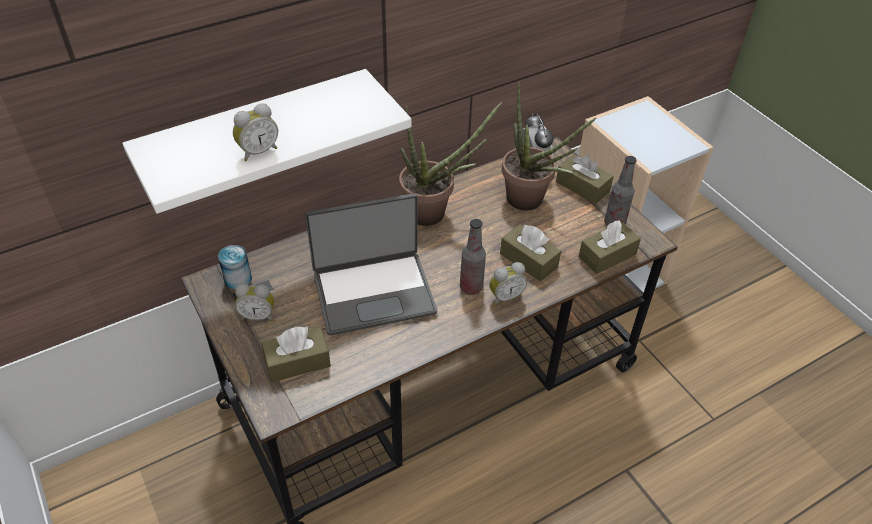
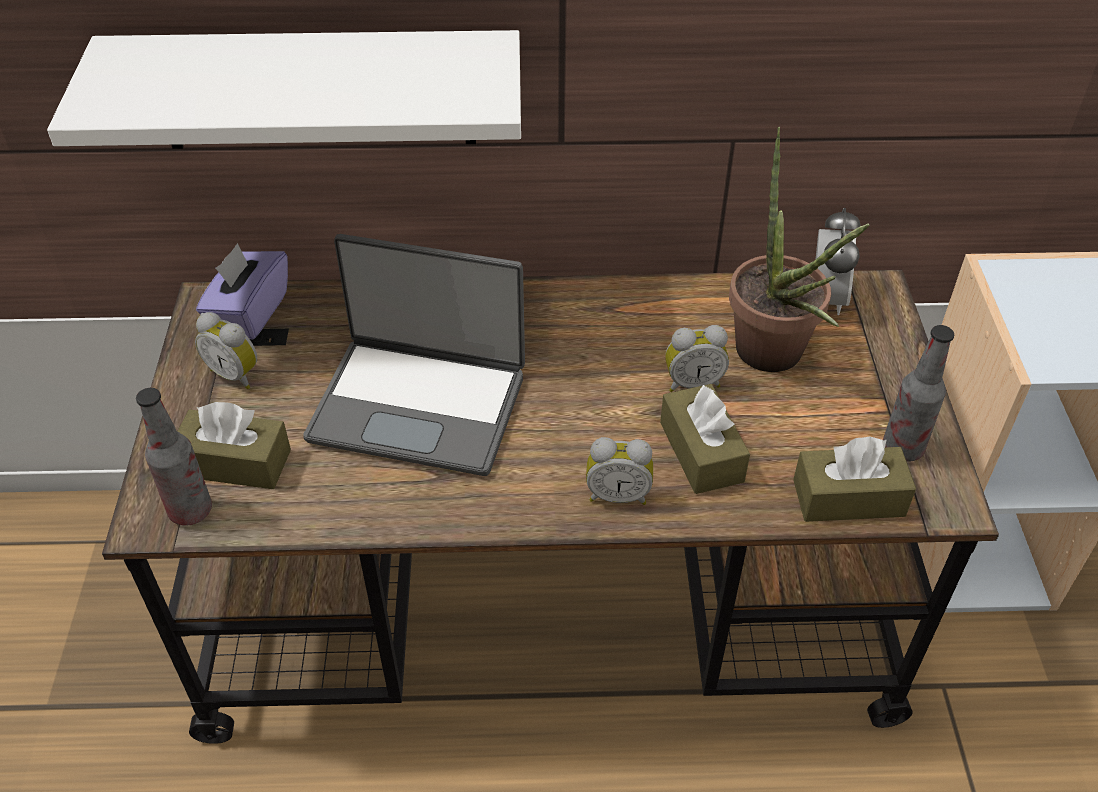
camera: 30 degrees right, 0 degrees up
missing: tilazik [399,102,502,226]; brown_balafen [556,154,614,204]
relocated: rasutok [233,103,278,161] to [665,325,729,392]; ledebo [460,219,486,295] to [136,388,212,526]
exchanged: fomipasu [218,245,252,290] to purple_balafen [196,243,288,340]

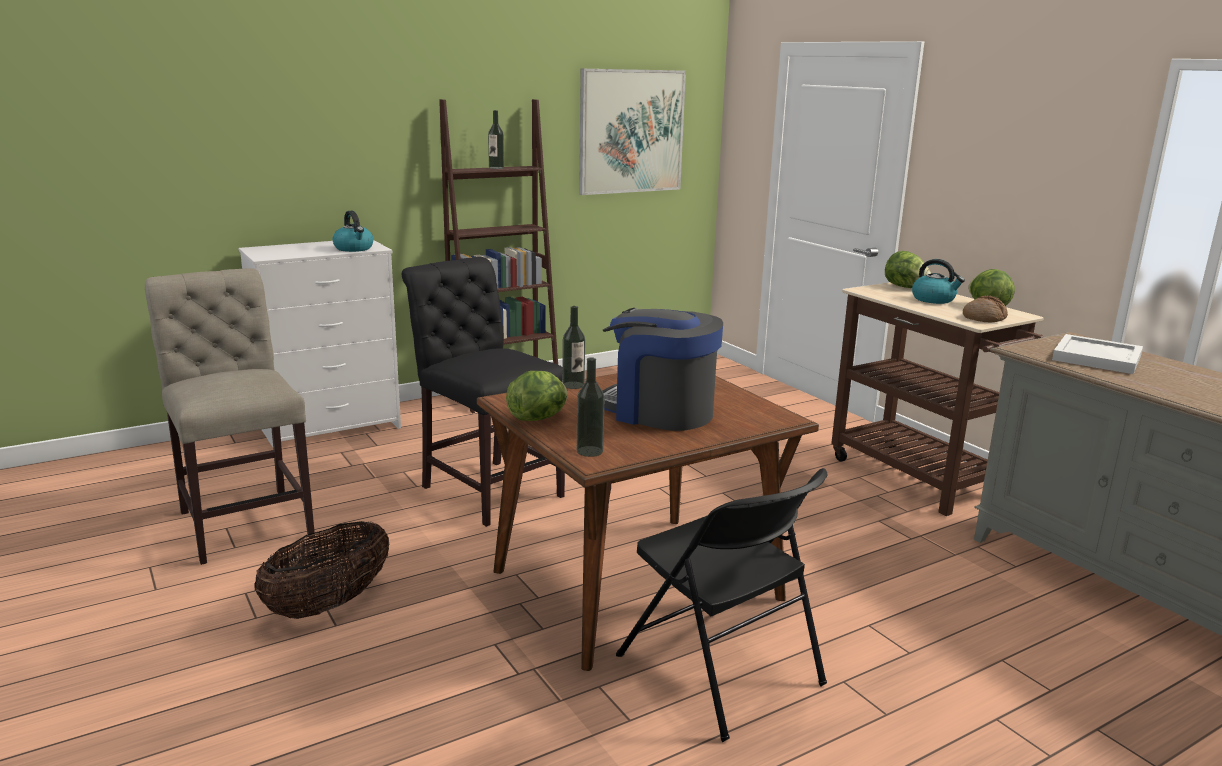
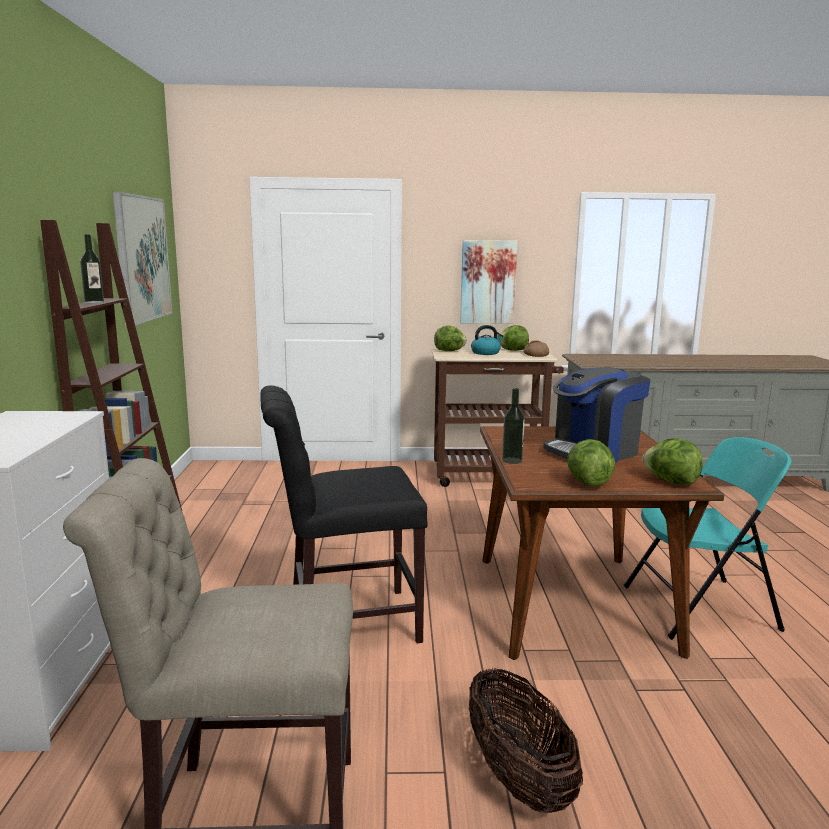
camera: 60 degrees left, 5 degrees down
missing: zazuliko [333,211,374,252]; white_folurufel [1052,334,1143,374]
appeared: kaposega [460,240,517,324]
exchanged: ledebo [577,357,604,457] to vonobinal [642,438,703,484]
colour: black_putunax [616,468,827,742] to turquoise_putunax [624,437,791,640]

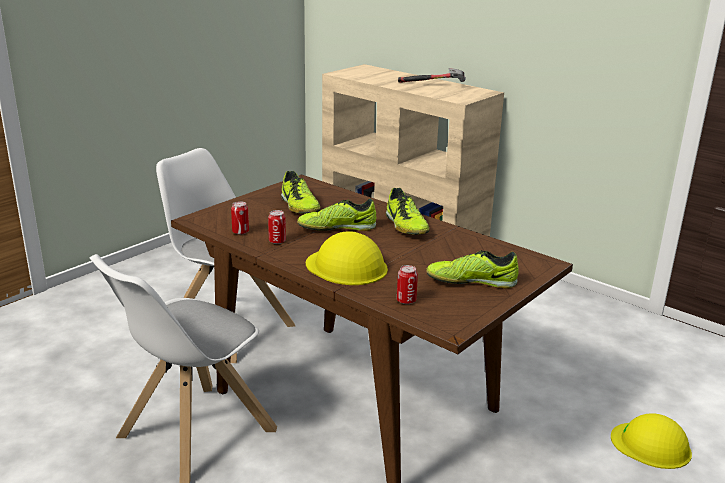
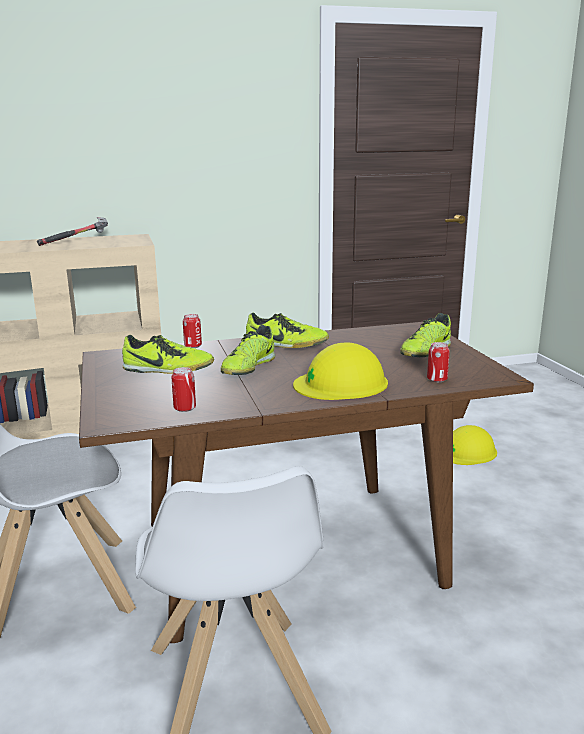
camera: 55 degrees left, 5 degrees down
relocated: fomipasu [268,210,286,244] to [183,314,202,348]

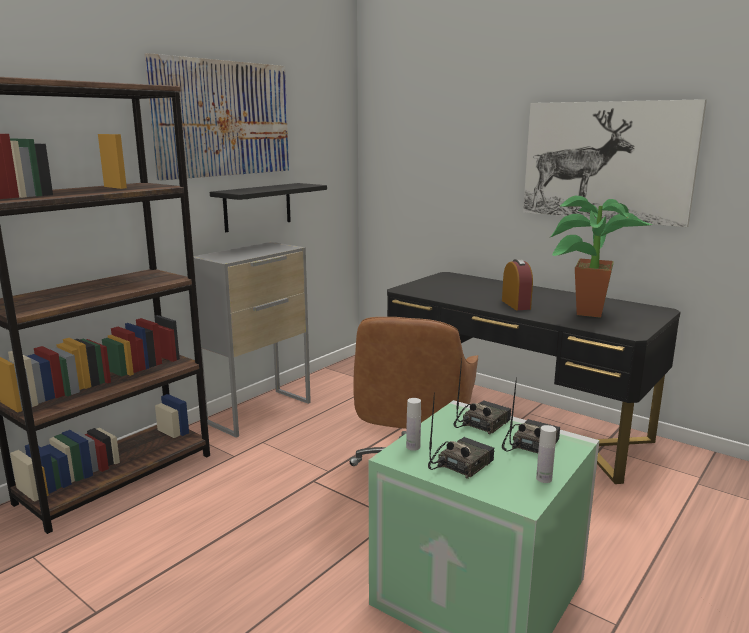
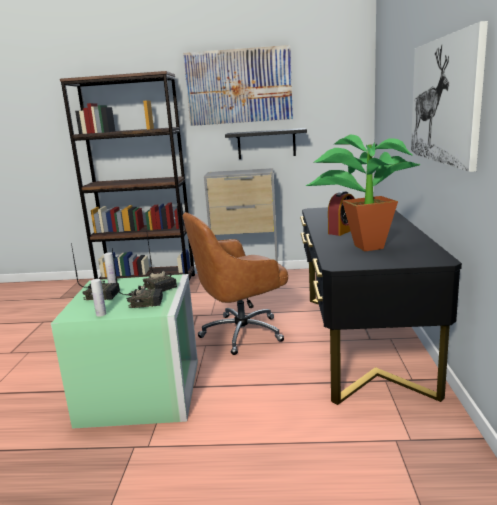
camera: 55 degrees right, 0 degrees up
spun: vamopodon [453,358,511,434] = [143,235,177,292] 45 degrees clockwise

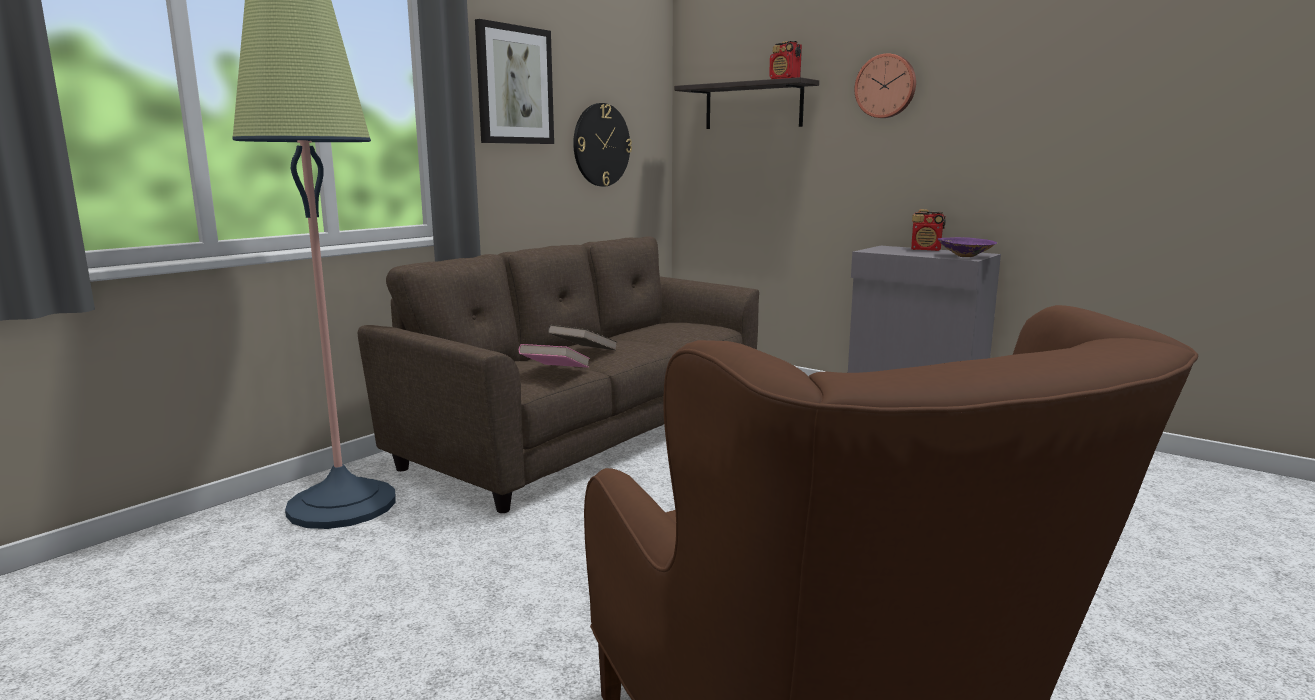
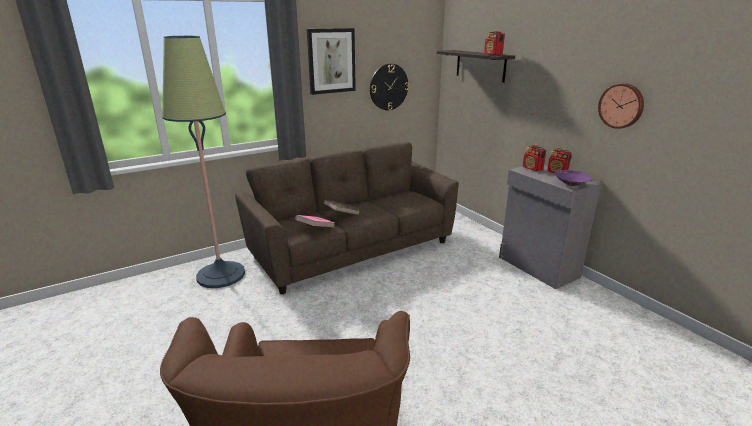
camera: 20 degrees right, 10 degrees up
appeared: vamopodon [523,144,546,171]
relocated: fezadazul [855,53,916,118] to [598,83,644,129]

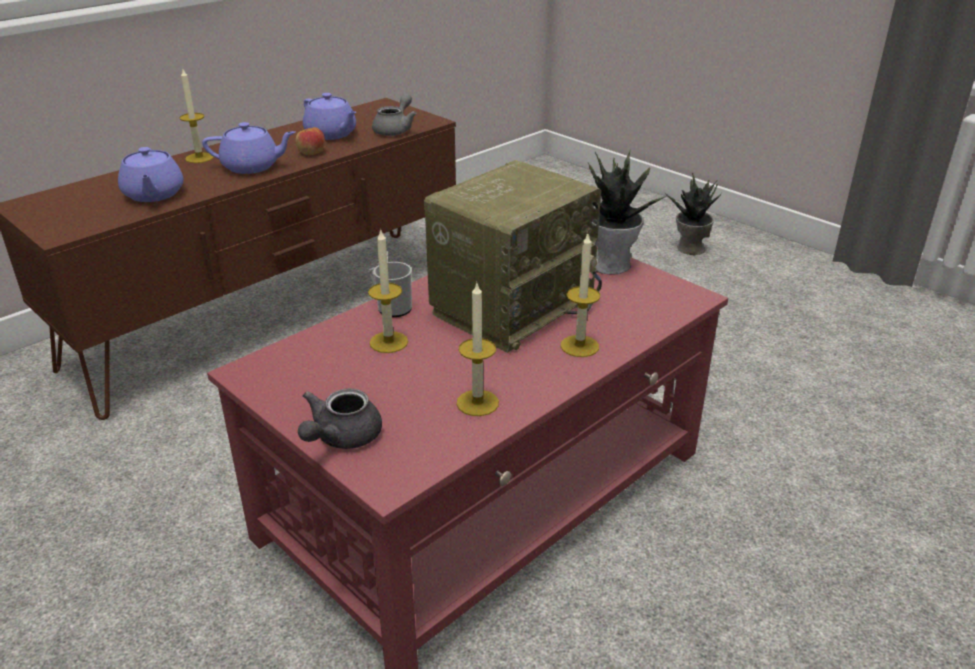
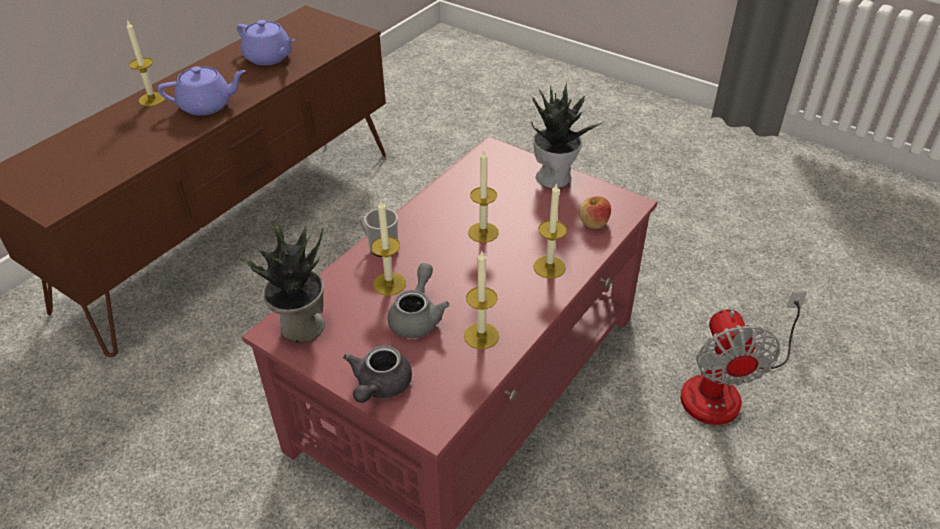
camera: 10 degrees left, 10 degrees up
missing: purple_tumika [118,147,184,202]
appeared: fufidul [680,292,807,425]
relocated: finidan [296,127,325,155] to [579,196,611,229]; grey_tumika [372,93,416,136] to [387,263,450,338]; tilazik [665,173,722,255] to [234,221,325,343]
exchanged: vamopodon [424,160,602,353] to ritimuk [468,150,499,243]

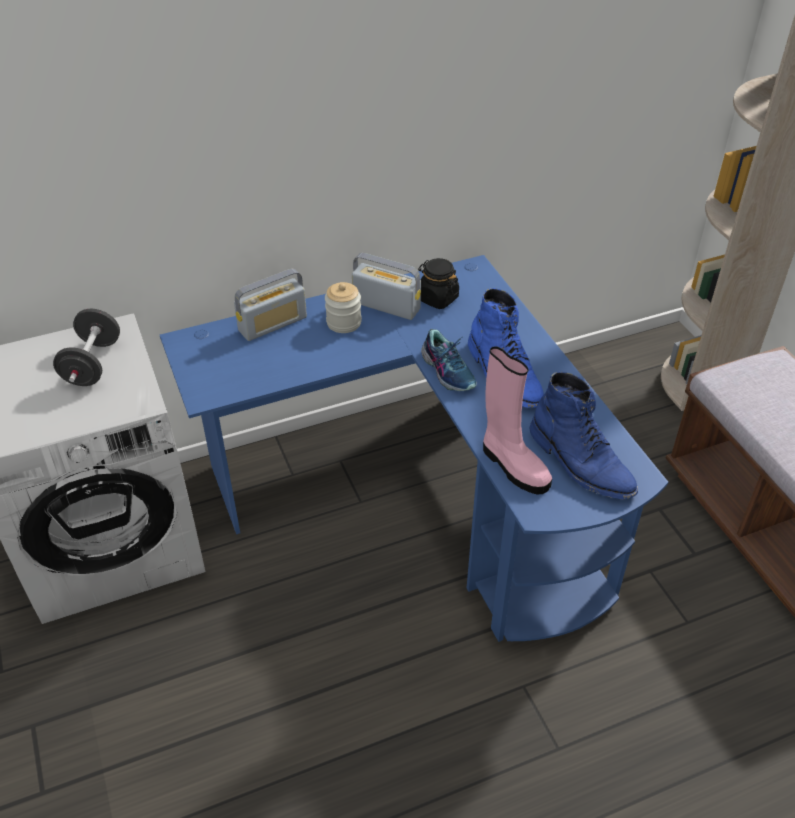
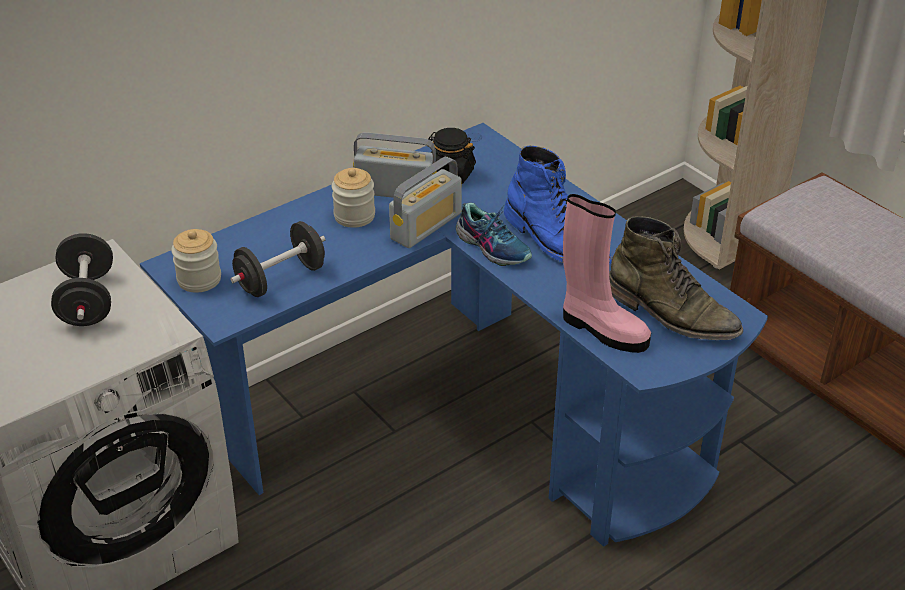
camera: 15 degrees left, 5 degrees down
appeared: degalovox [171,229,221,293]; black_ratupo [230,221,326,297]
relocated: vamopodon [234,269,307,341] to [389,157,462,248]
colour: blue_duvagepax [530,372,638,500] to green_duvagepax [609,216,743,340]

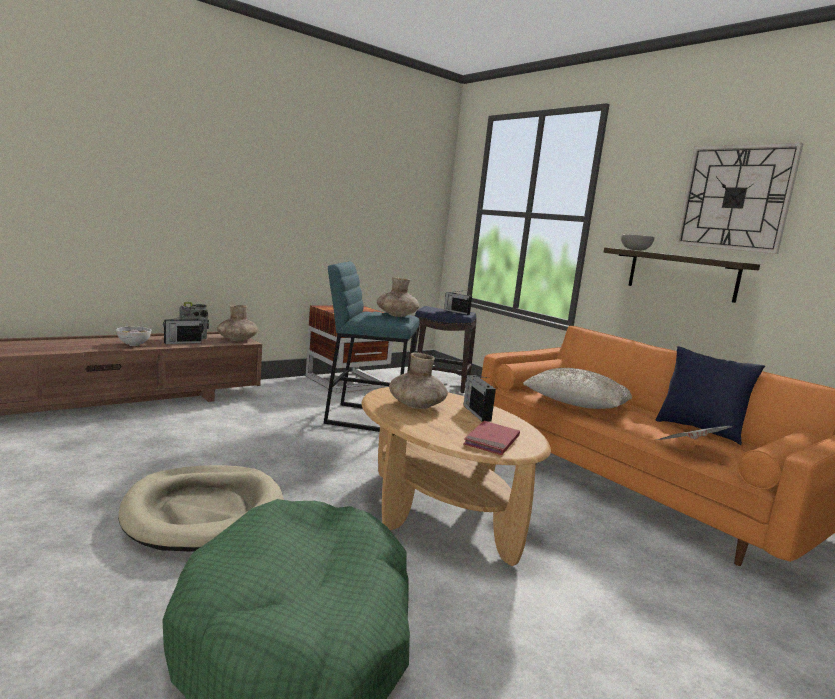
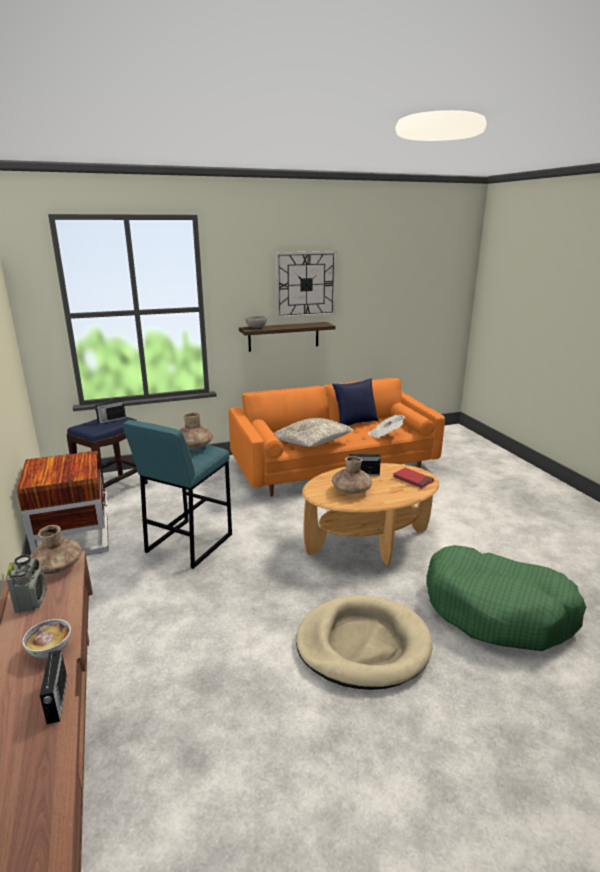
camera: 70 degrees left, 10 degrees up
relocated: vamopodon [163,314,202,344] to [40,648,67,724]

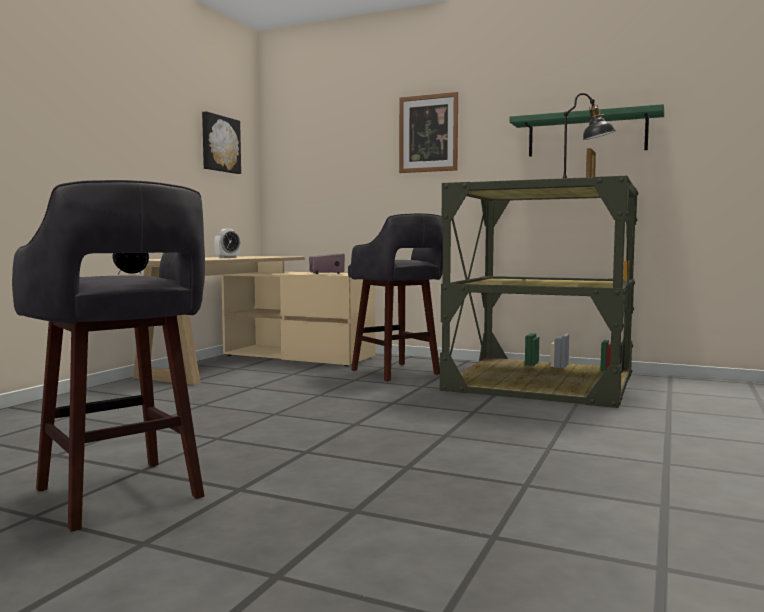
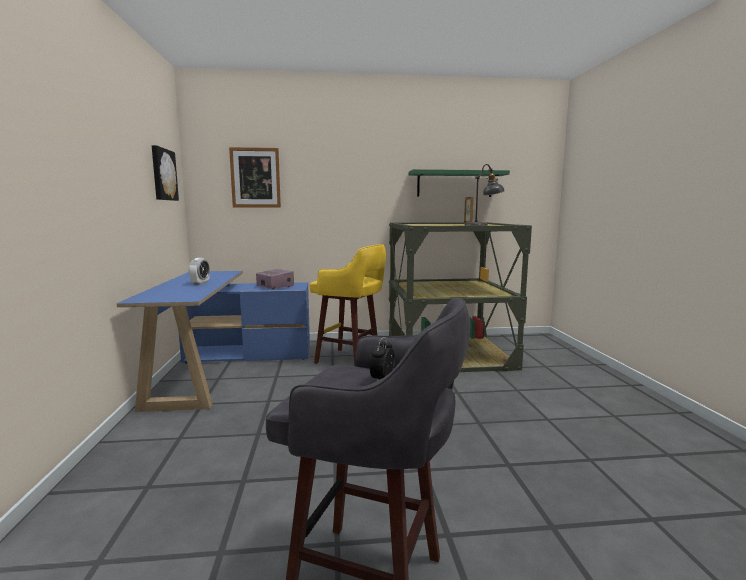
camera: 30 degrees left, 5 degrees up
relocated: kaposega [399,92,458,173] to [229,147,281,207]
colour: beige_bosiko [133,256,375,385] to blue_bosiko [117,271,310,412]; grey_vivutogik [348,213,443,382] to yellow_vivutogik [310,244,386,366]

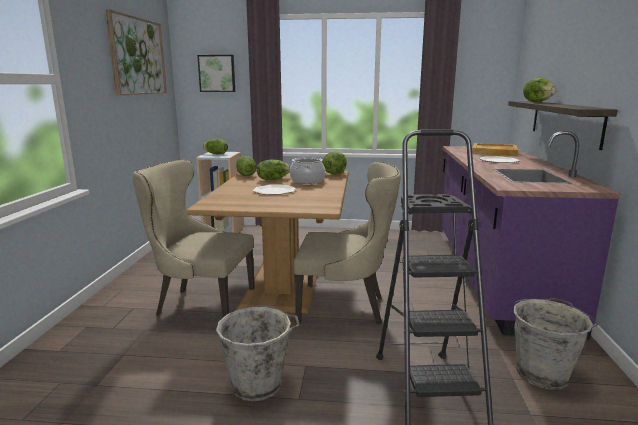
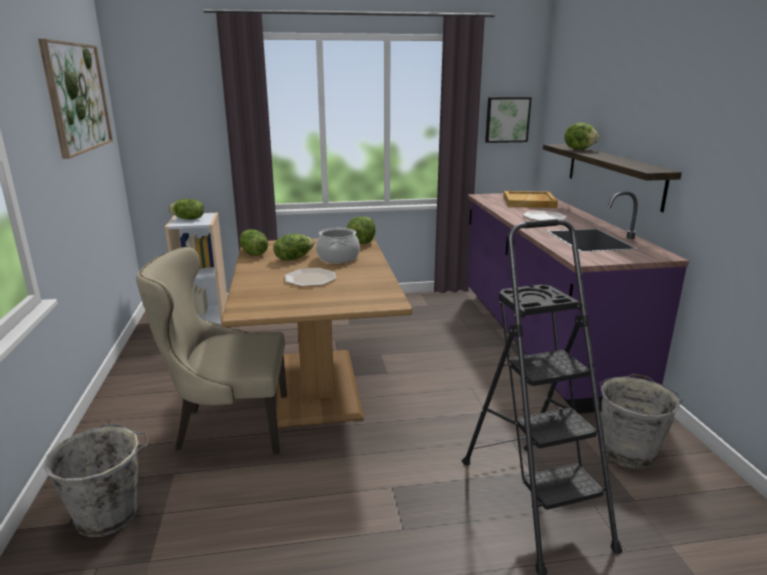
camera: 15 degrees left, 5 degrees up
missing: beige_putunax [293,162,401,324]
relocated: kaposega [197,55,235,92] to [485,97,532,143]; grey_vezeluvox [216,305,300,401] to [43,424,149,537]

